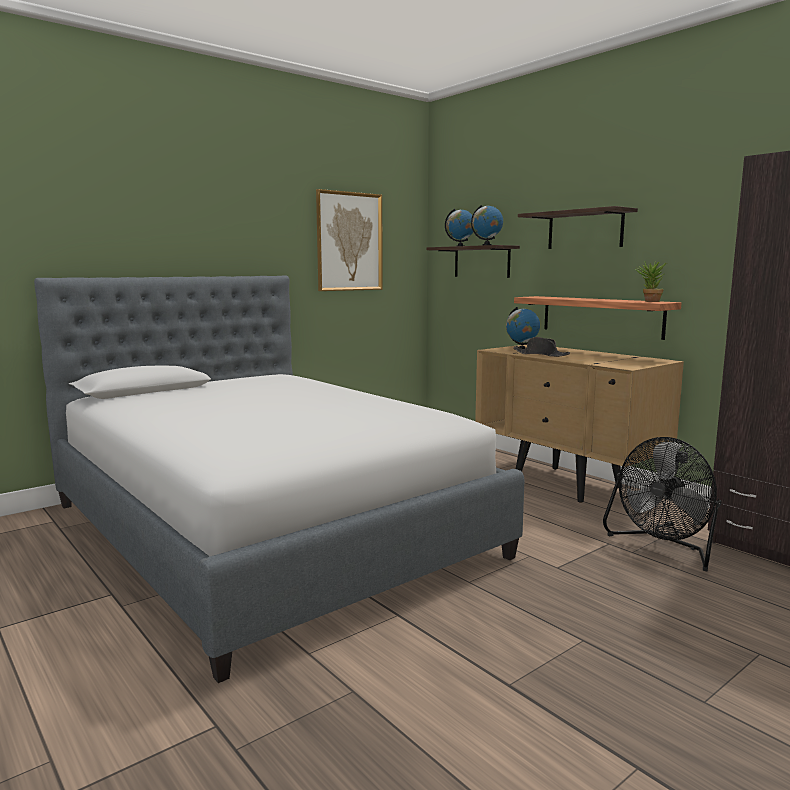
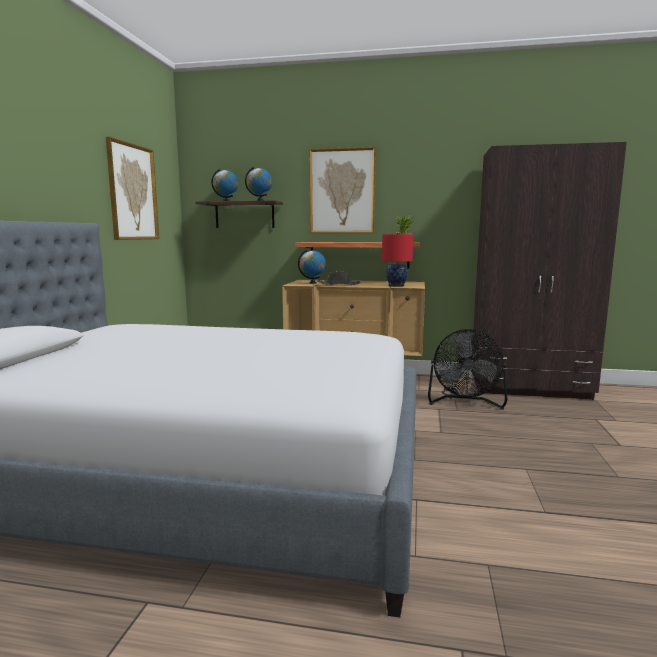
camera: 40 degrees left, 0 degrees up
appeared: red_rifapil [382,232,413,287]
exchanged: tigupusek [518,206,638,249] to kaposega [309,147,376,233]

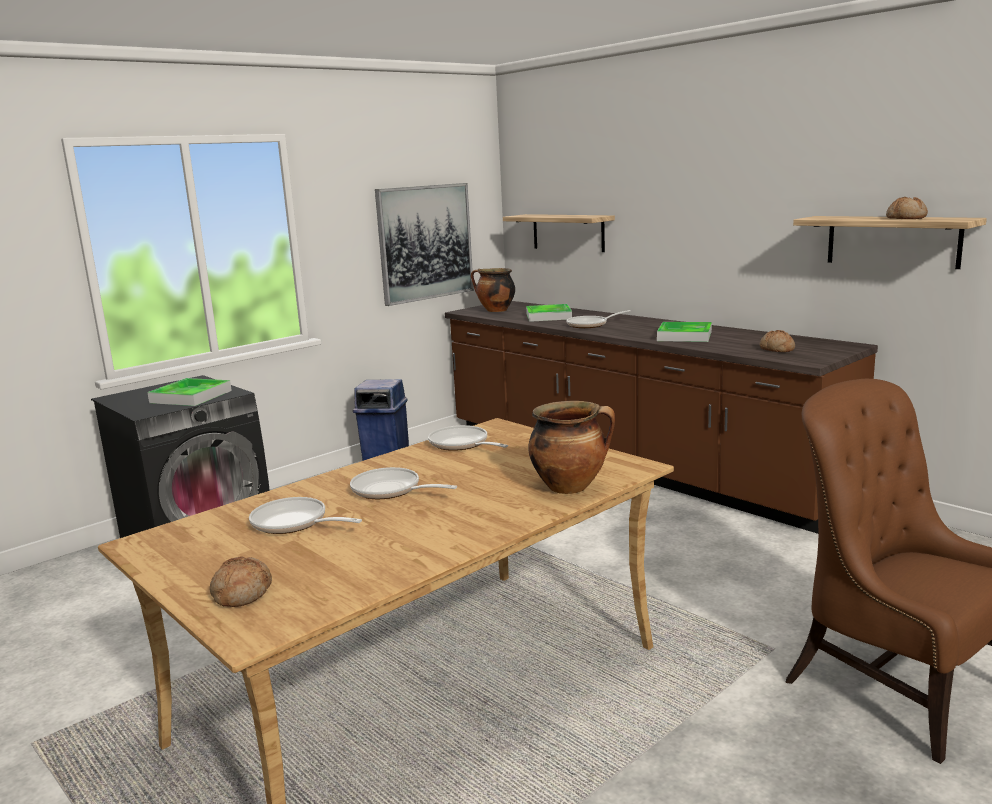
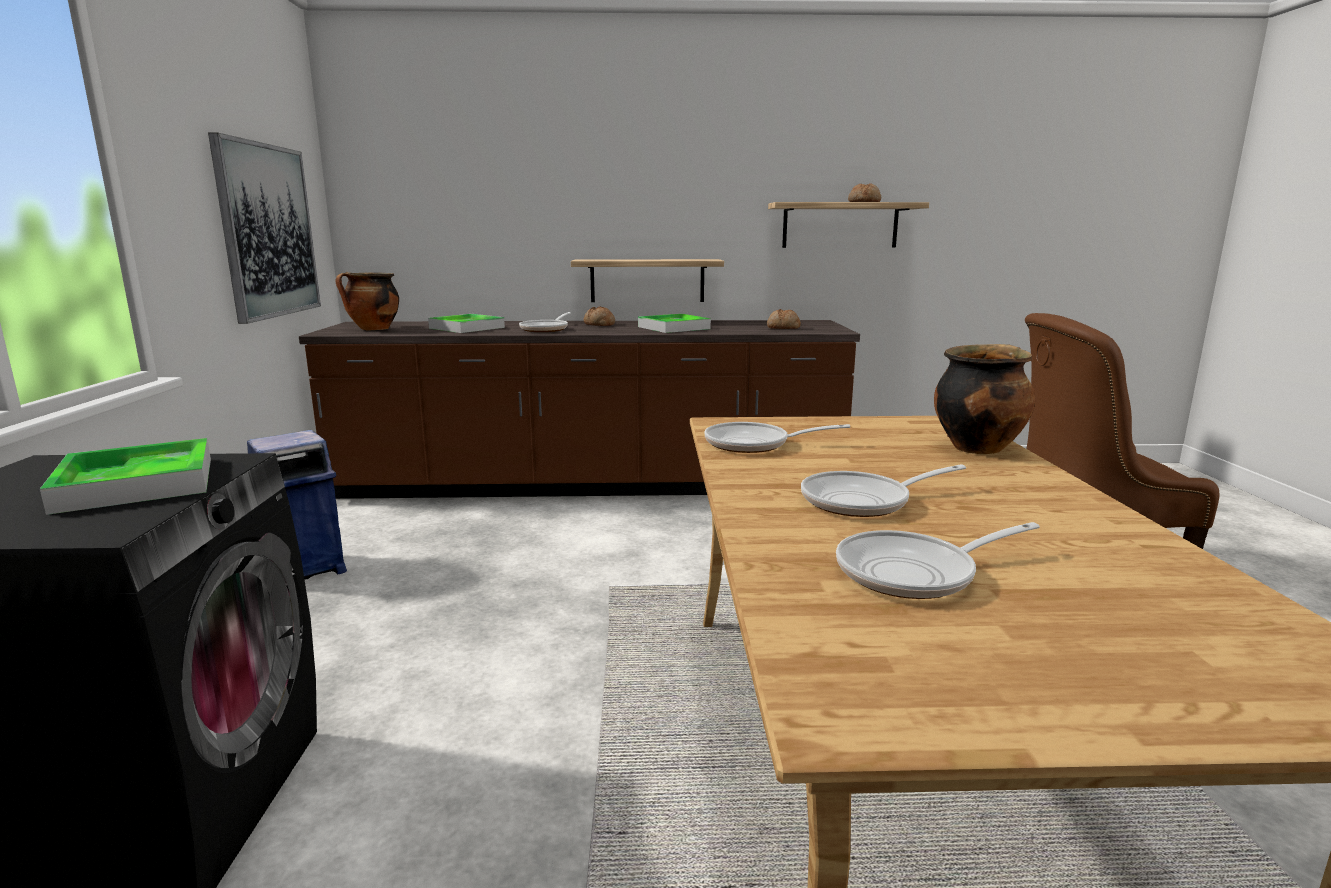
camera: 50 degrees left, 0 degrees up
relocated: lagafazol [210,557,272,607] to [584,306,615,326]; tigupusek [503,214,615,252] to [571,259,724,302]

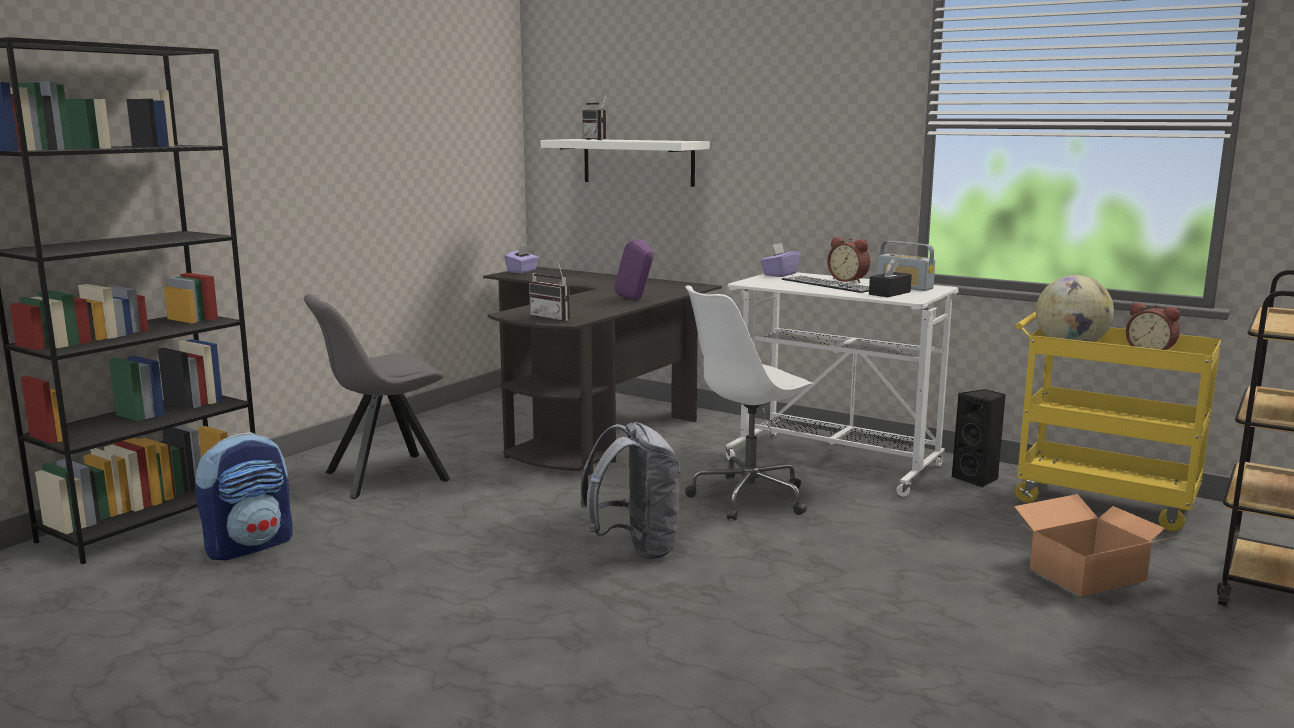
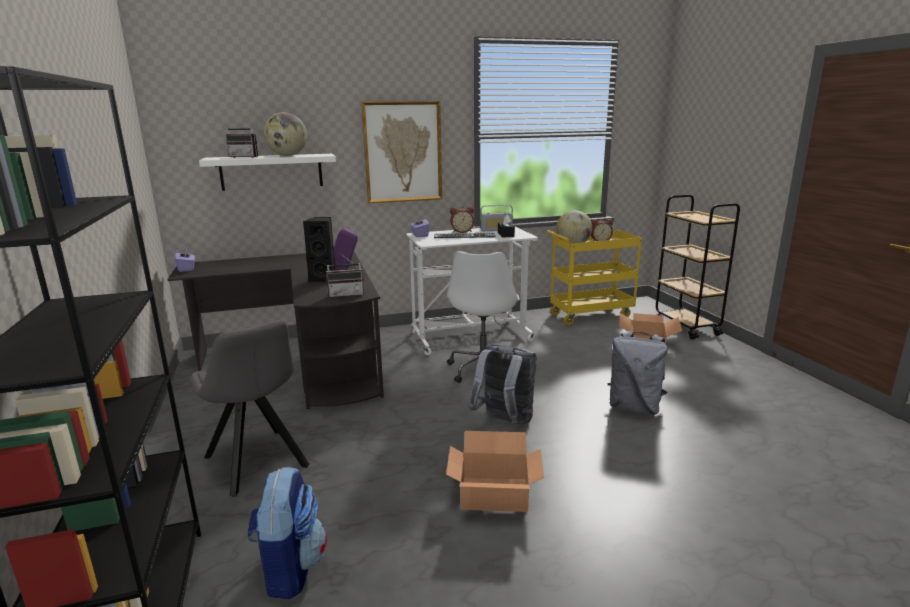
camera: 50 degrees left, 5 degrees up
appeared: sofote [263,112,307,156]; kaposega [361,101,442,203]; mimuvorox [446,431,544,512]; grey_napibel [608,332,668,415]
relocated: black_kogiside [952,389,1006,488] to [303,217,335,282]
spun: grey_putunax [304,294,450,499] = [191,320,309,496] 45 degrees counterclockwise

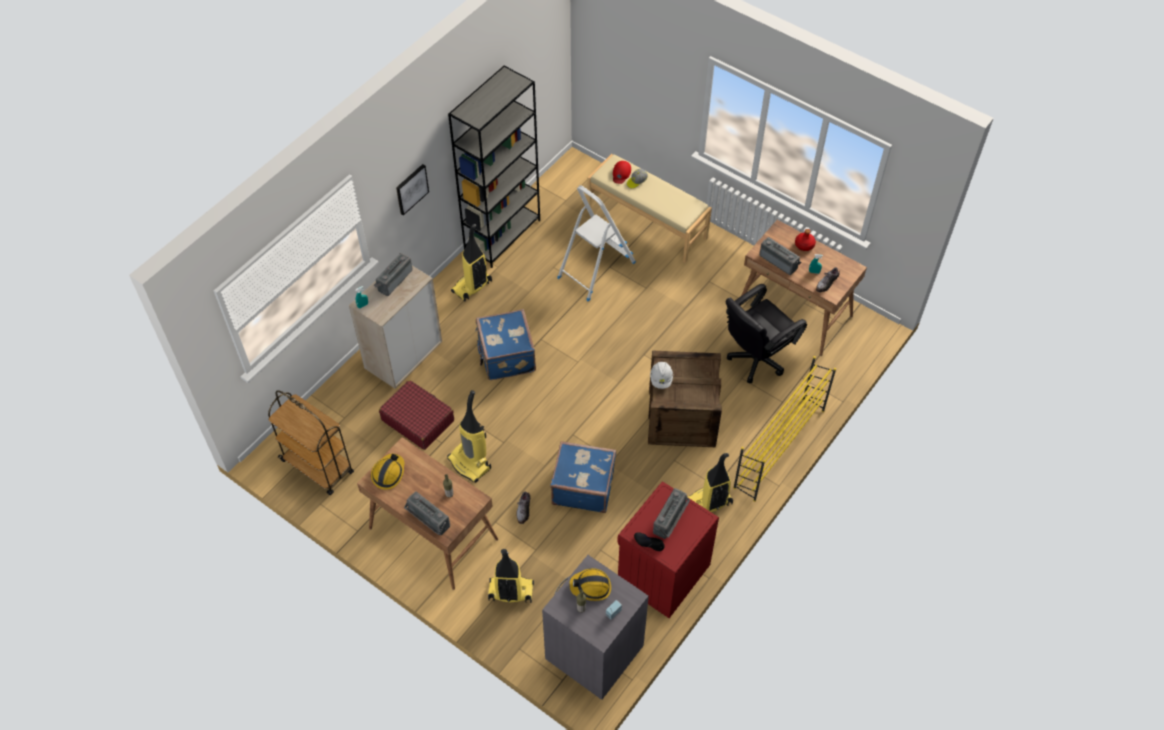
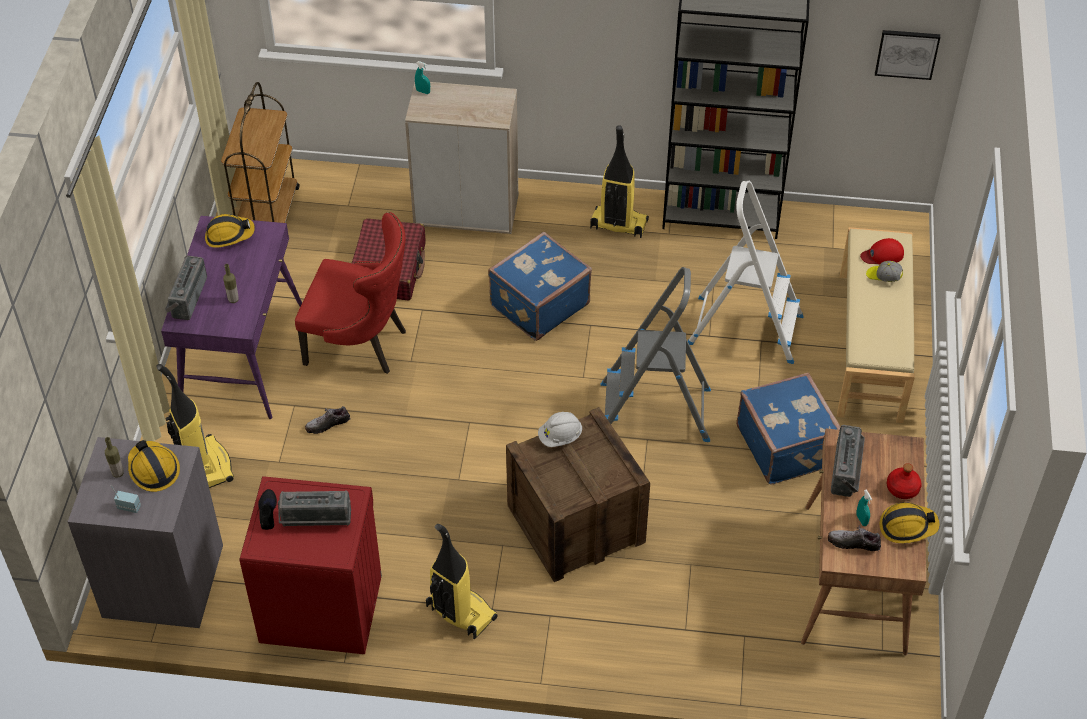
camera: 60 degrees right, 5 degrees down
missing: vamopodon [374,253,413,296]; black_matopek [726,284,807,383]; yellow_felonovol [733,356,836,502]
appeared: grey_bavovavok [600,267,711,442]; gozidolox [880,502,939,543]
relocated: kaposega [396,164,429,216] to [875,30,940,80]; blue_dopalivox [550,441,616,513] to [736,372,841,485]
exchanged: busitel [447,390,491,483] to red_putunax [295,212,406,374]
colour: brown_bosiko [357,437,498,590] to purple_bosiko [161,216,302,419]

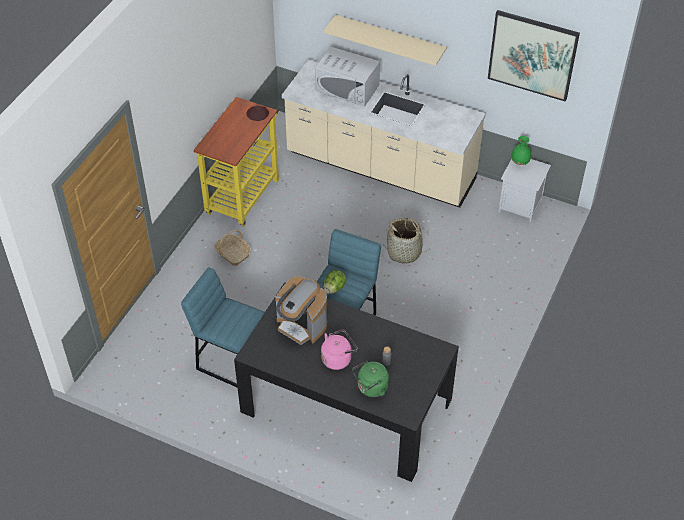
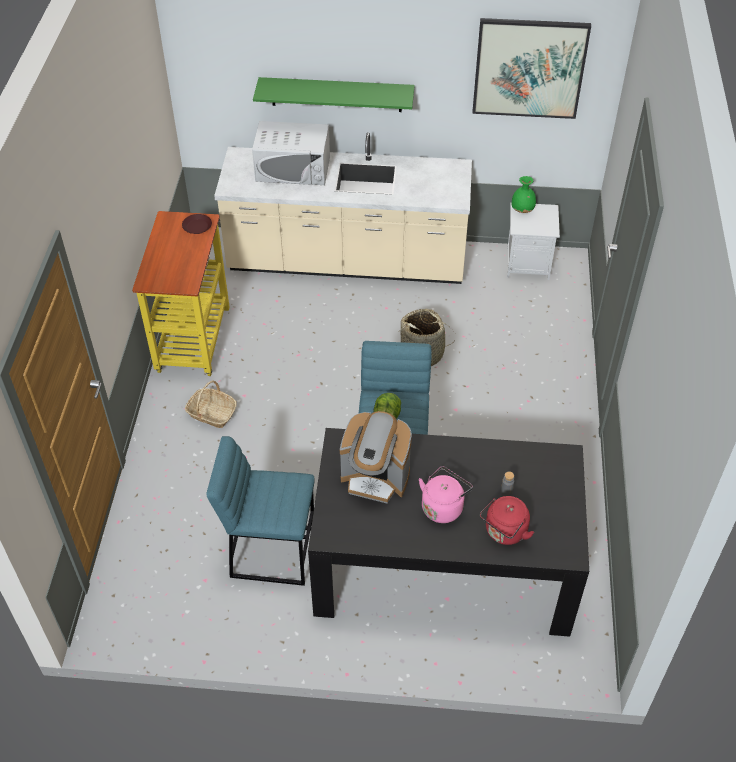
camera: 20 degrees left, 0 degrees up
colour: beige_tigupusek [323,15,447,66] to green_tigupusek [253,77,415,112]; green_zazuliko [352,361,389,397] to red_zazuliko [480,496,534,545]

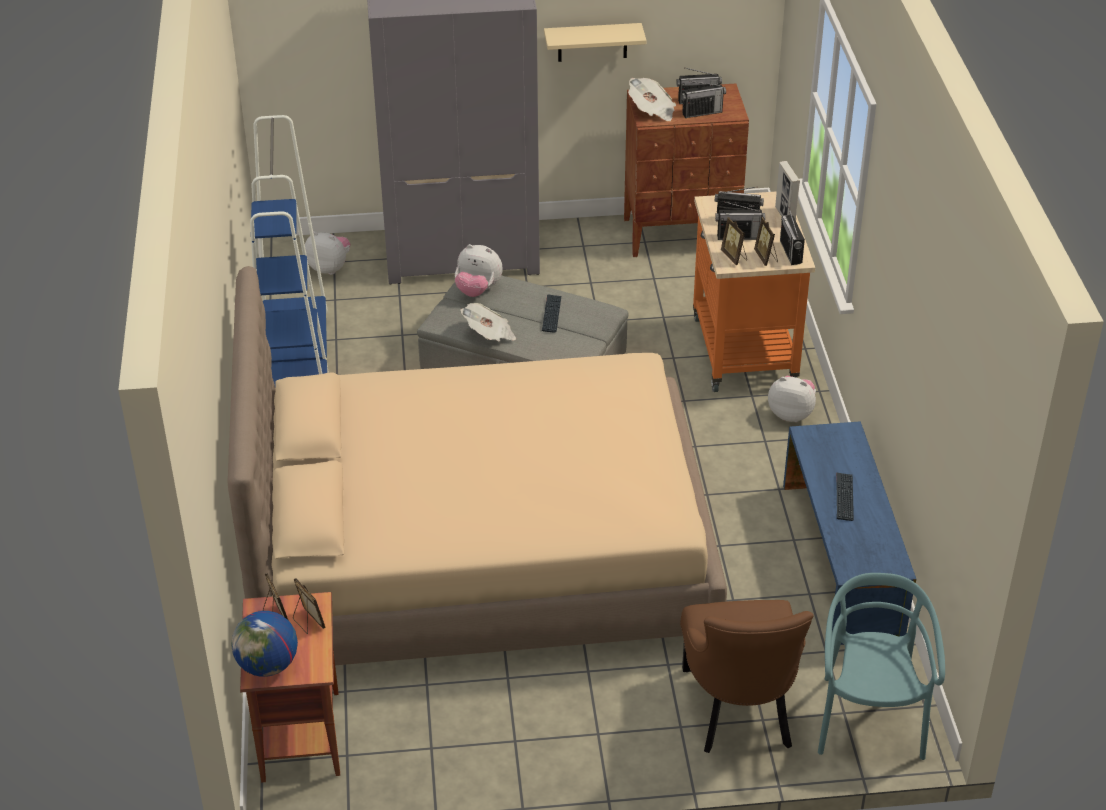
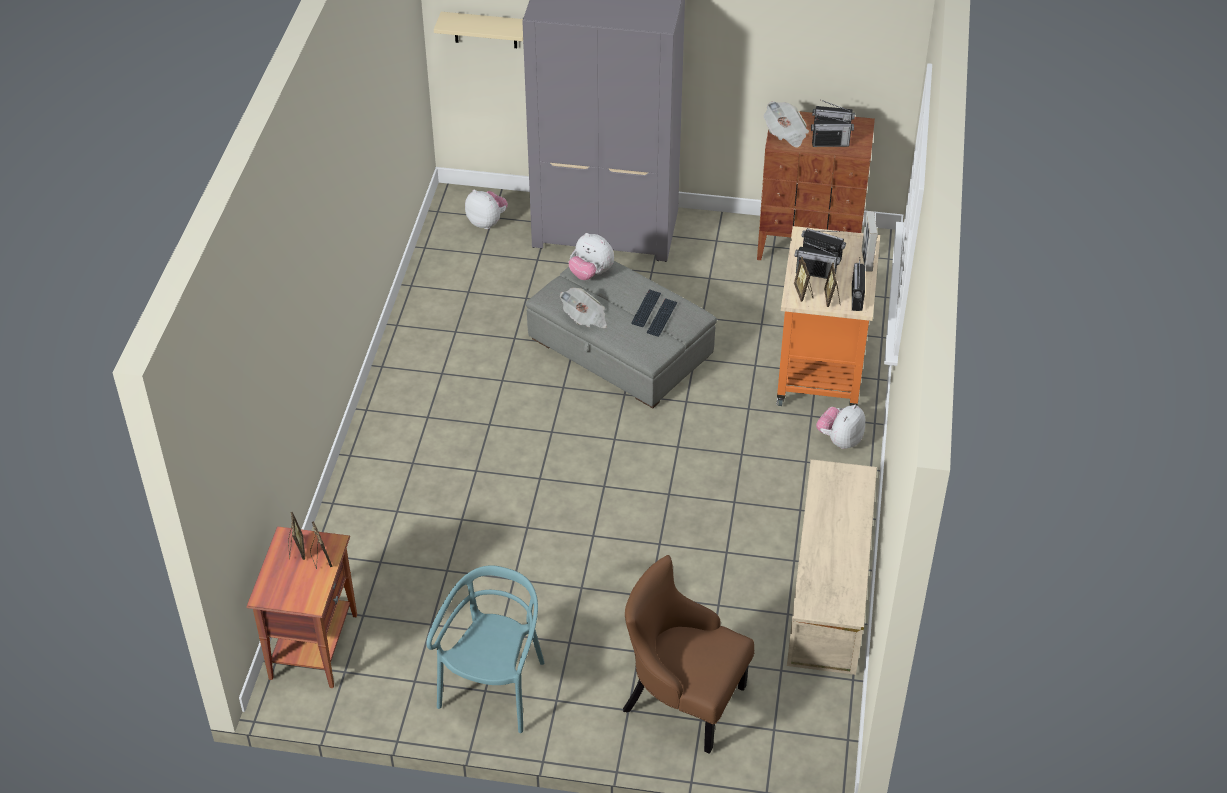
camera: 15 degrees right, 5 degrees up
missing: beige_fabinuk [228,266,727,665]; sofote [231,611,298,677]; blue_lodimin [250,115,329,384]
relocated: beige_tigupusek [544,23,647,62] to [434,12,523,48]; turquoise_putunax [818,573,945,760] to [426,565,544,733]; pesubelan [836,472,854,521] to [647,298,677,337]
colour: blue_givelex [783,421,916,645] to beige_givelex [787,459,877,675]
spun: brown_putunax [680,600,814,753] = [623,555,755,754] 105 degrees clockwise; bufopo [768,376,816,422] = [816,404,865,449] 90 degrees counterclockwise

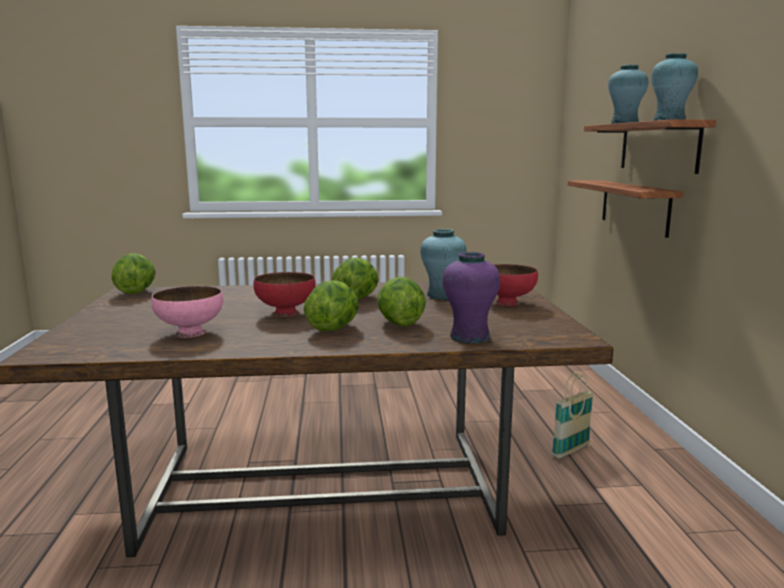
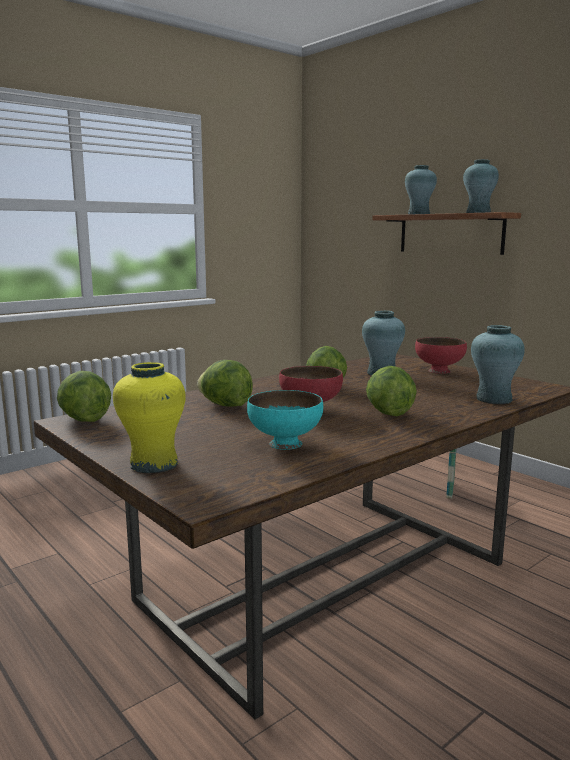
camera: 35 degrees left, 0 degrees up
missing: tigupusek [568,180,683,238]
appeared: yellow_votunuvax [113,362,186,473]
relocated: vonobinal [377,276,426,326] to [197,360,253,406]
colour: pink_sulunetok [151,286,223,338] to turquoise_sulunetok [247,390,323,450]; purple_votunuvax [442,252,500,344] to turquoise_votunuvax [471,325,525,404]

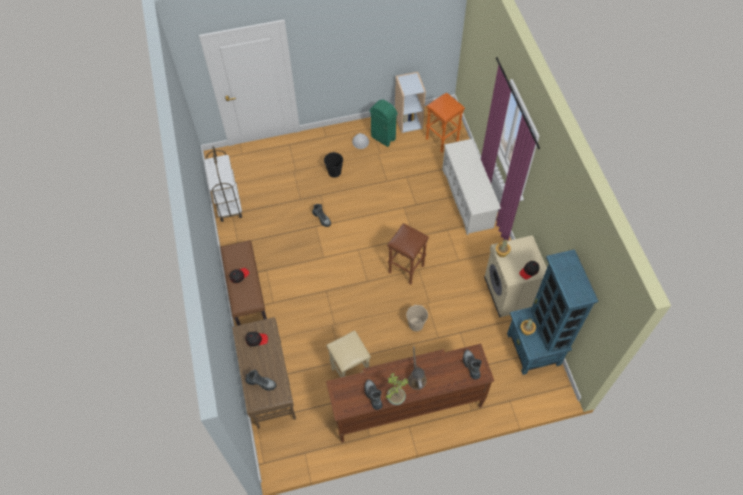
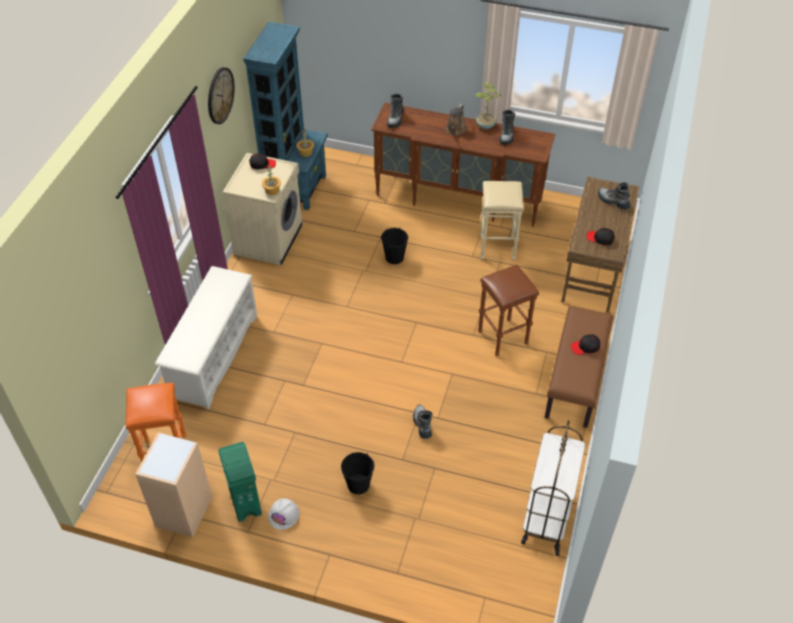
camera: 150 degrees left, 10 degrees down
appeared: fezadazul [208,67,235,124]
relocated: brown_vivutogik [387,223,429,285] to [478,265,539,356]
colour: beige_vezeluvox [406,305,428,331] to black_vezeluvox [381,227,408,264]

